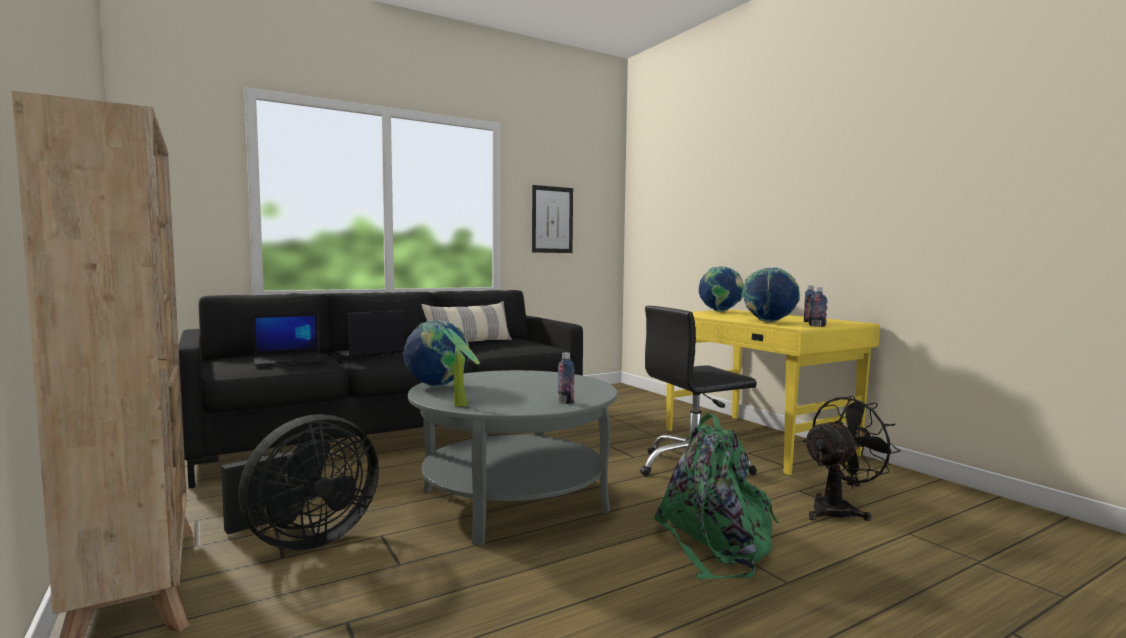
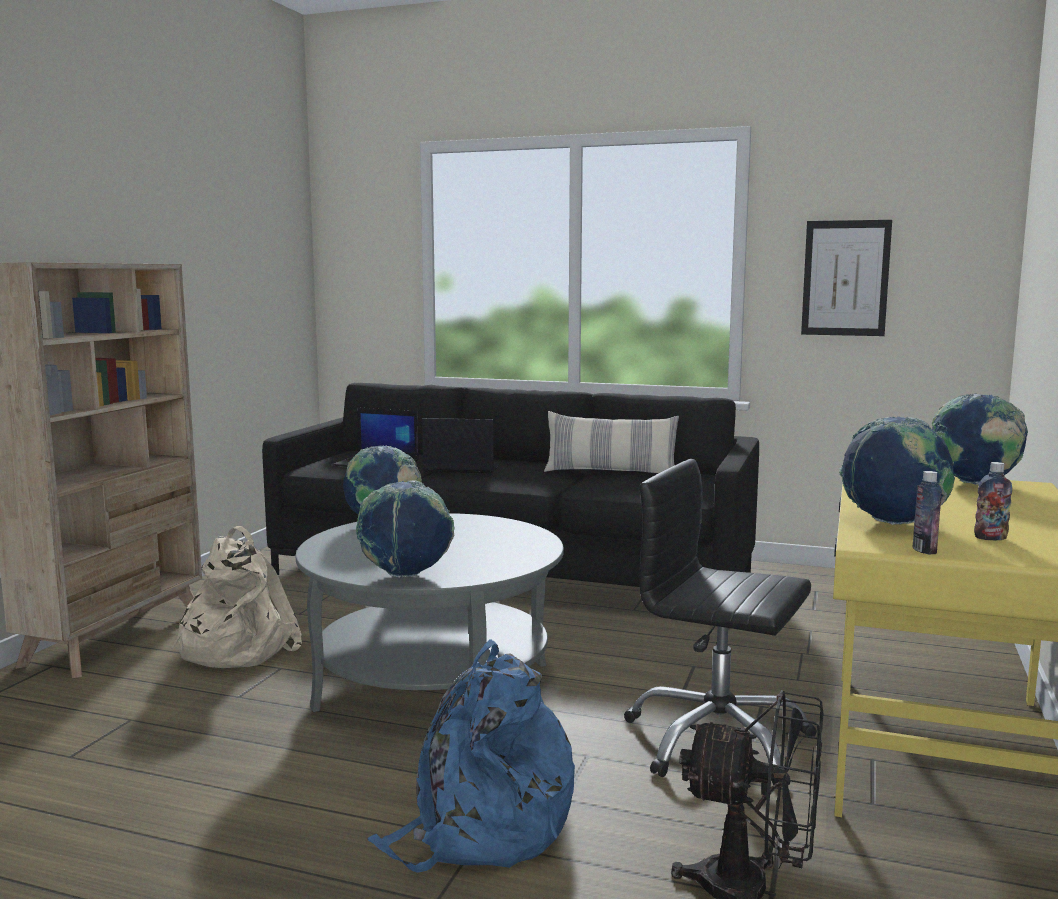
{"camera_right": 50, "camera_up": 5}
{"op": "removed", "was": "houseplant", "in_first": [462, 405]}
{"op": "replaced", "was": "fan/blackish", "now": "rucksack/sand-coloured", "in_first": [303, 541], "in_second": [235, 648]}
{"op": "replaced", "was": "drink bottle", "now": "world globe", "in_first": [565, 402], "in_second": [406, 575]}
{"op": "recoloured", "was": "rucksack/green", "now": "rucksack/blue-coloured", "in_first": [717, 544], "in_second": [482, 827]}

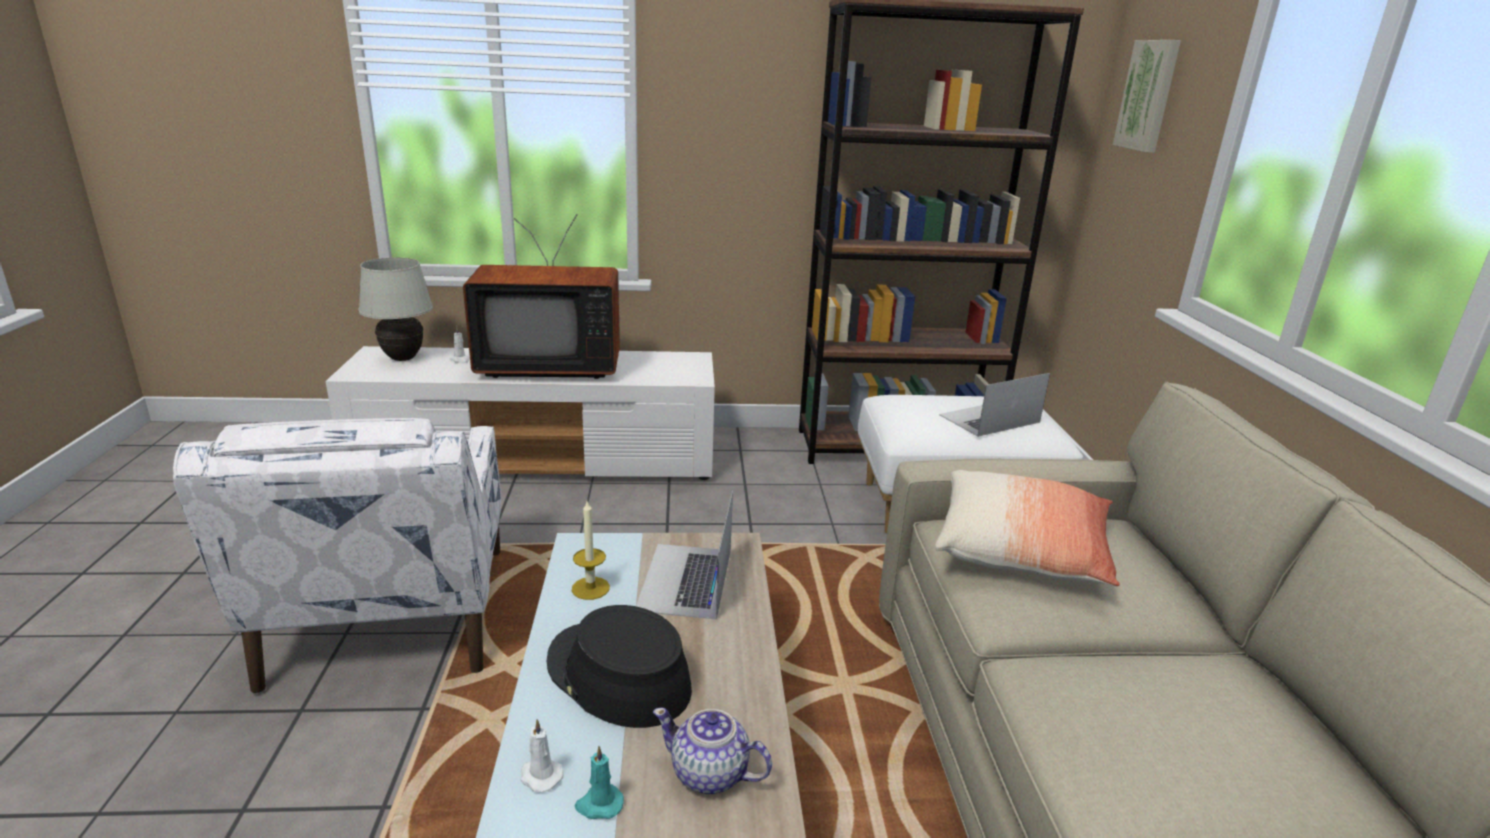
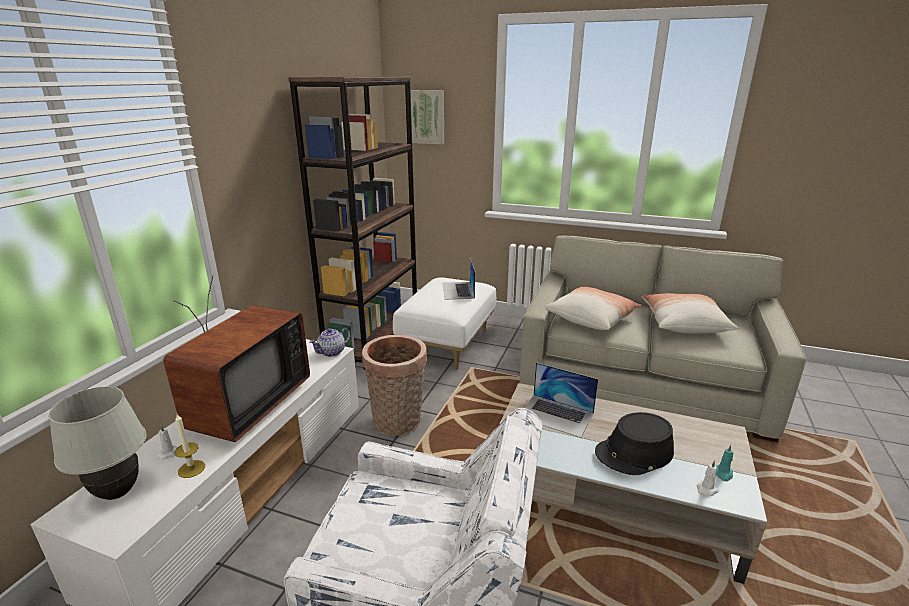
{"camera_right": -65, "camera_up": 0}
{"op": "added", "now": "basket", "in_second": [398, 423]}
{"op": "added", "now": "pillow", "in_second": [683, 324]}
{"op": "moved", "was": "wax light", "in_first": [590, 588], "in_second": [191, 469]}
{"op": "moved", "was": "pot for tea", "in_first": [710, 774], "in_second": [332, 352]}

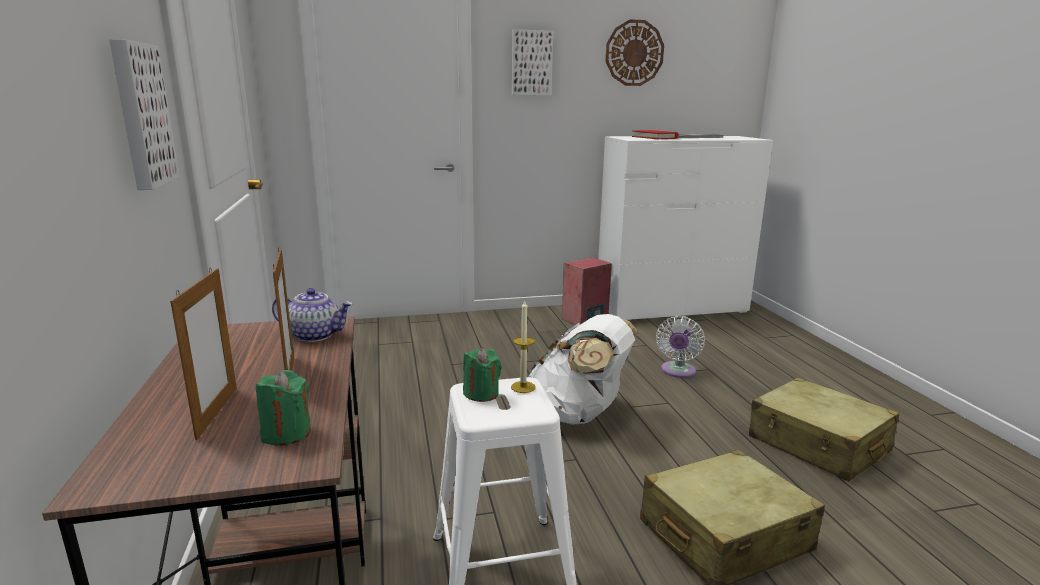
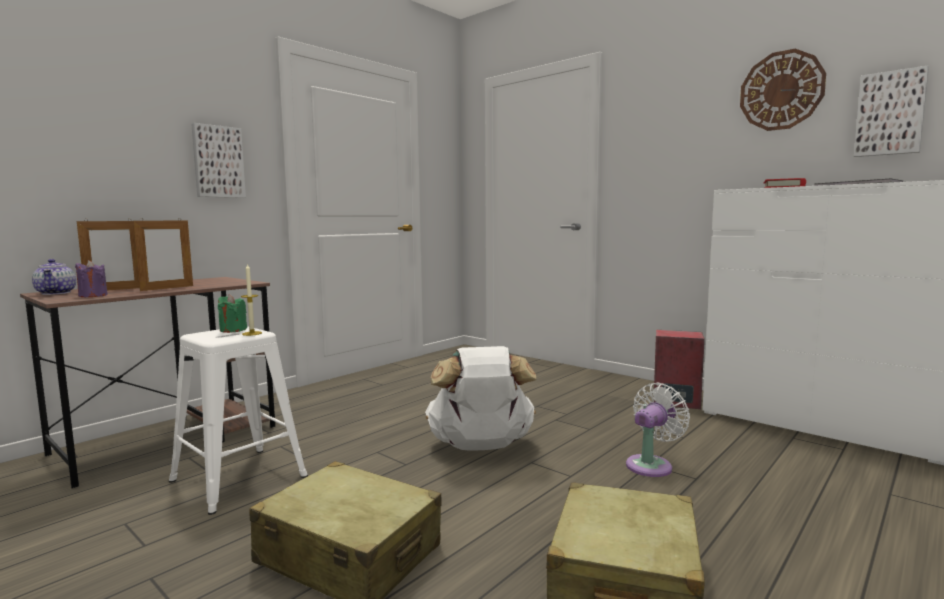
{"camera_right": 55, "camera_up": -10}
{"op": "moved", "was": "pot for tea", "in_first": [316, 335], "in_second": [56, 293]}
{"op": "moved", "was": "wall picture", "in_first": [531, 63], "in_second": [890, 113]}
{"op": "recoloured", "was": "wax light/green", "now": "wax light/purple-coloured", "in_first": [286, 433], "in_second": [93, 295]}
{"op": "turned", "was": "fan/white", "in_first": [677, 372], "in_second": [651, 465], "clockwise": 150}

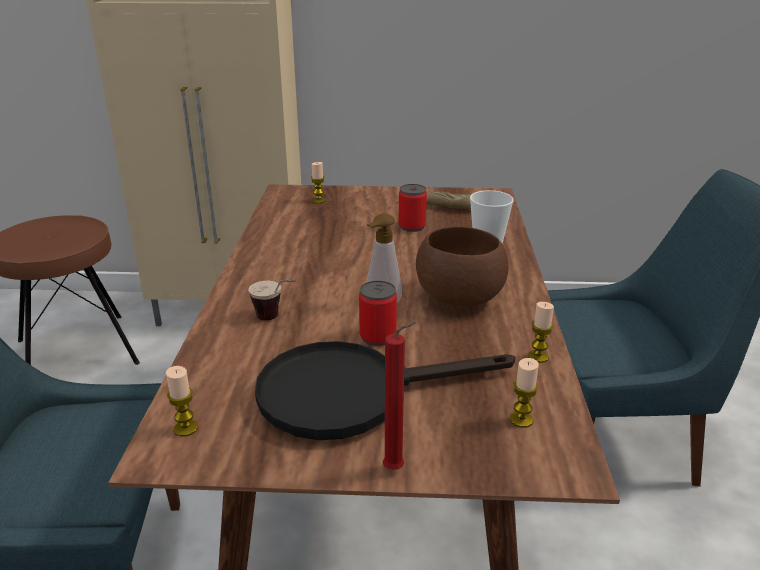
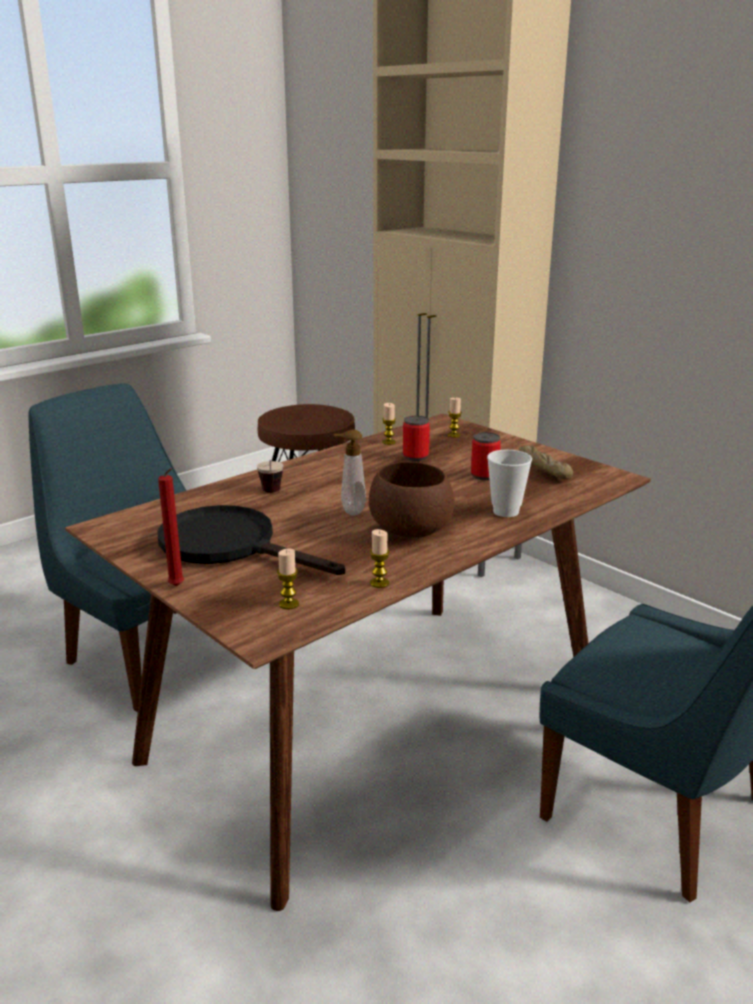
{"camera_right": 45, "camera_up": -5}
{"op": "moved", "was": "wax light", "in_first": [186, 428], "in_second": [388, 442]}
{"op": "moved", "was": "can", "in_first": [377, 337], "in_second": [415, 456]}

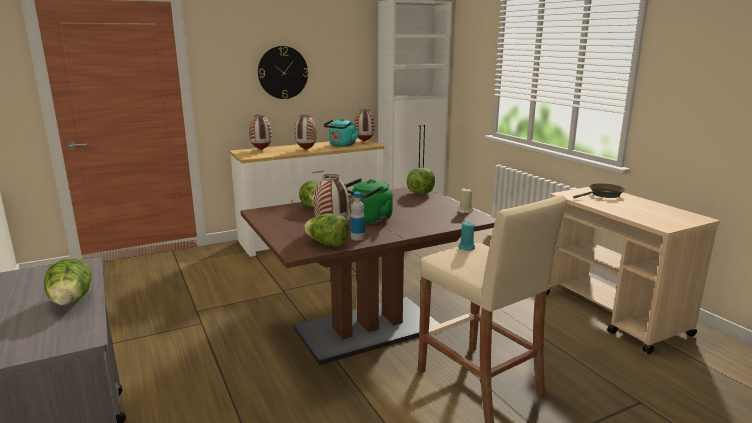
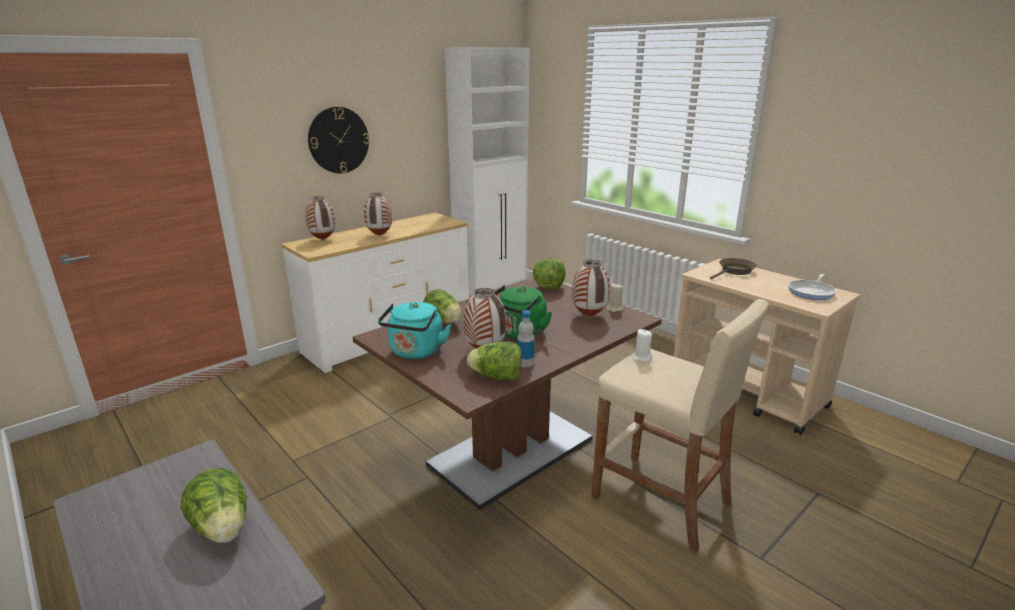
{"camera_right": -15, "camera_up": 5}
{"op": "added", "now": "frying pan", "in_second": [812, 292]}
{"op": "moved", "was": "water kettle/turquoise", "in_first": [341, 145], "in_second": [415, 352]}
{"op": "moved", "was": "flower vase", "in_first": [364, 141], "in_second": [588, 316]}
{"op": "recoloured", "was": "wax light/turquoise", "now": "wax light/white", "in_first": [466, 247], "in_second": [641, 358]}

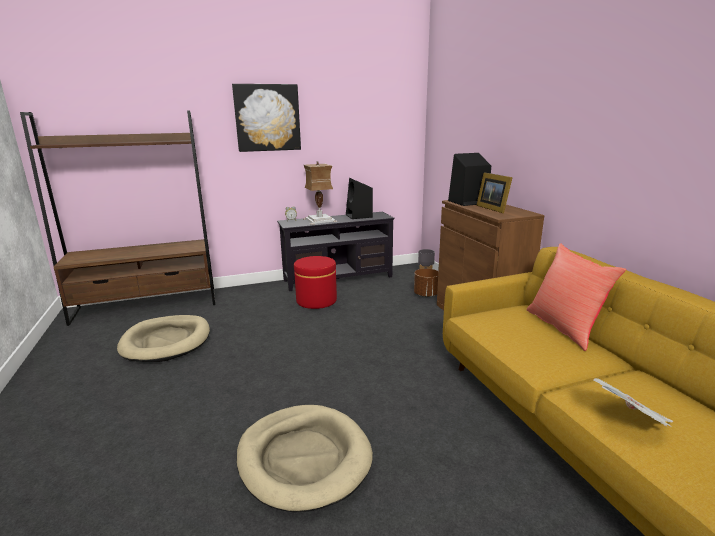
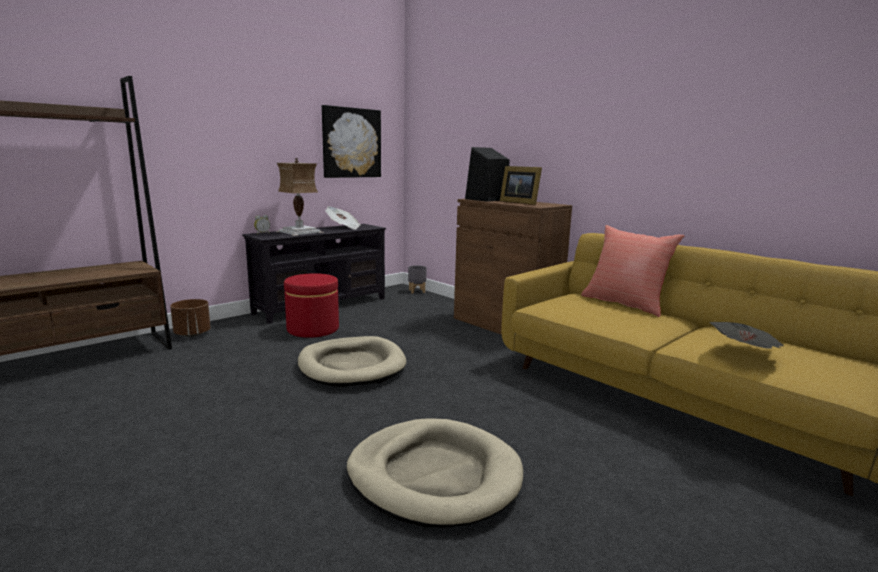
{"camera_right": -25, "camera_up": -5}
{"op": "moved", "was": "dog cushion/sand-coloured", "in_first": [167, 341], "in_second": [352, 366]}
{"op": "moved", "was": "wall picture", "in_first": [267, 118], "in_second": [351, 143]}
{"op": "moved", "was": "planter/brown-coloured", "in_first": [426, 295], "in_second": [192, 334]}
{"op": "replaced", "was": "loudspeaker/blackish", "now": "newspaper", "in_first": [359, 216], "in_second": [343, 227]}

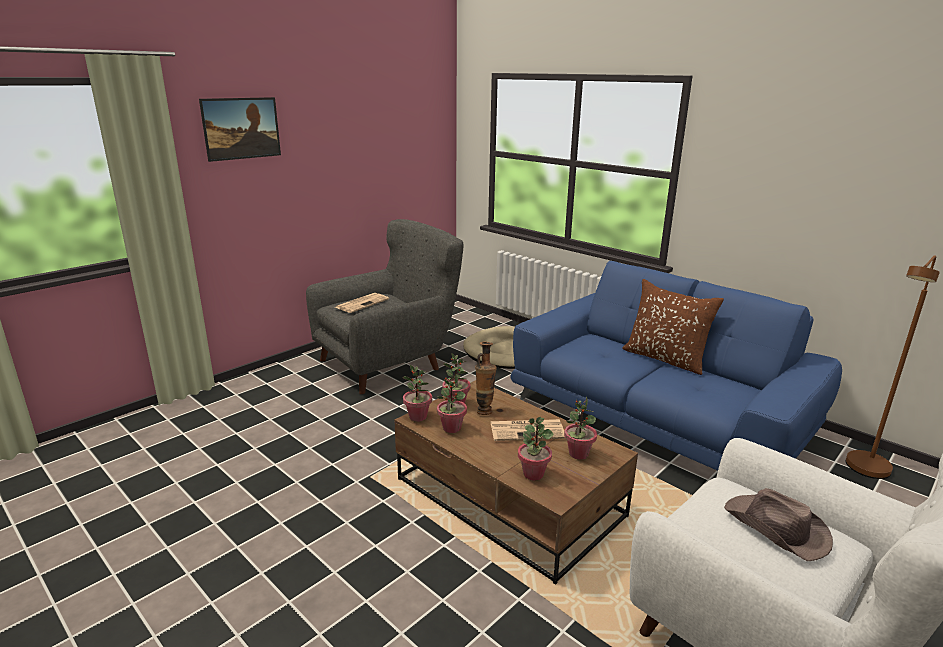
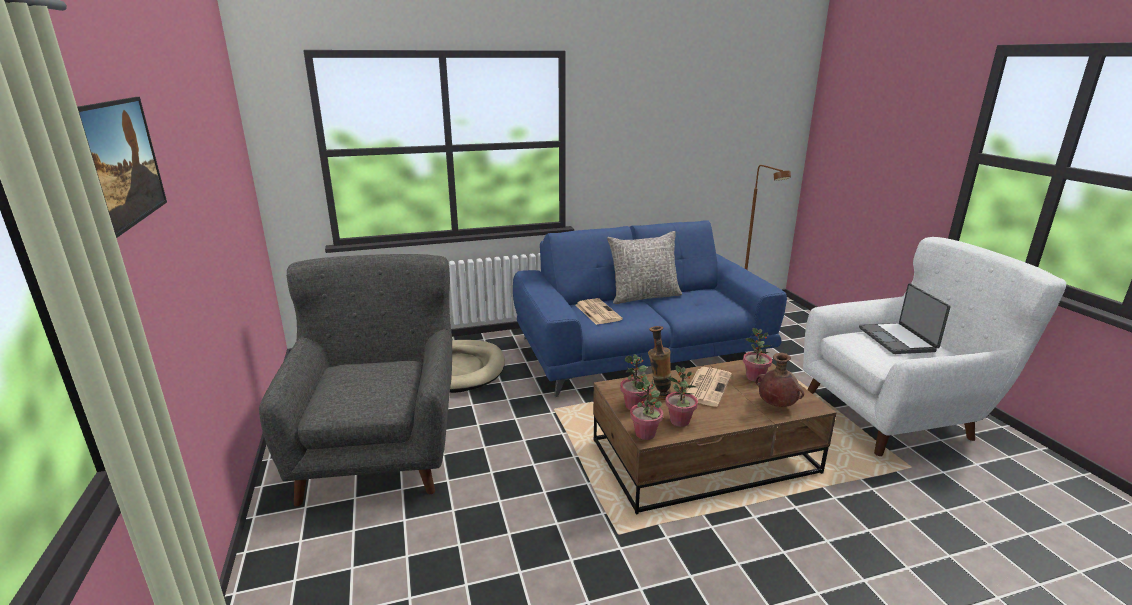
{"camera_right": -60, "camera_up": 0}
{"op": "moved", "was": "newspaper", "in_first": [362, 303], "in_second": [597, 312]}
{"op": "replaced", "was": "houseplant", "now": "flower vase/brown-coloured", "in_first": [533, 474], "in_second": [776, 405]}
{"op": "replaced", "was": "wearable hat/brown-coloured", "now": "laptop", "in_first": [776, 528], "in_second": [898, 339]}
{"op": "recoloured", "was": "pillow/brown-coloured", "now": "pillow/greyish", "in_first": [665, 358], "in_second": [643, 296]}

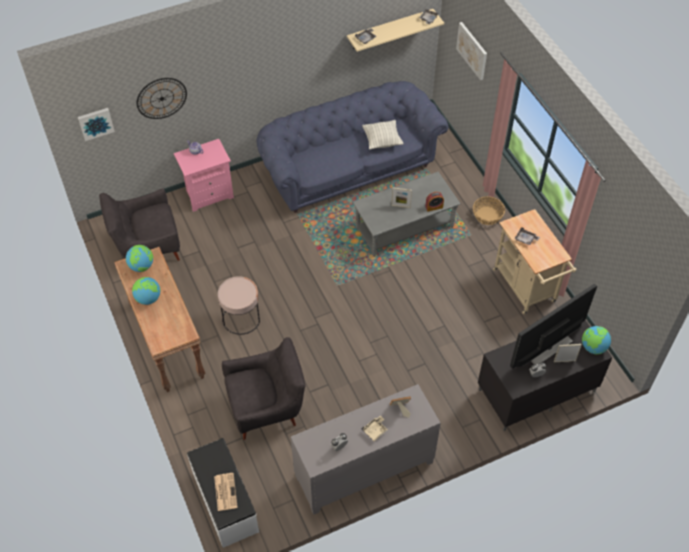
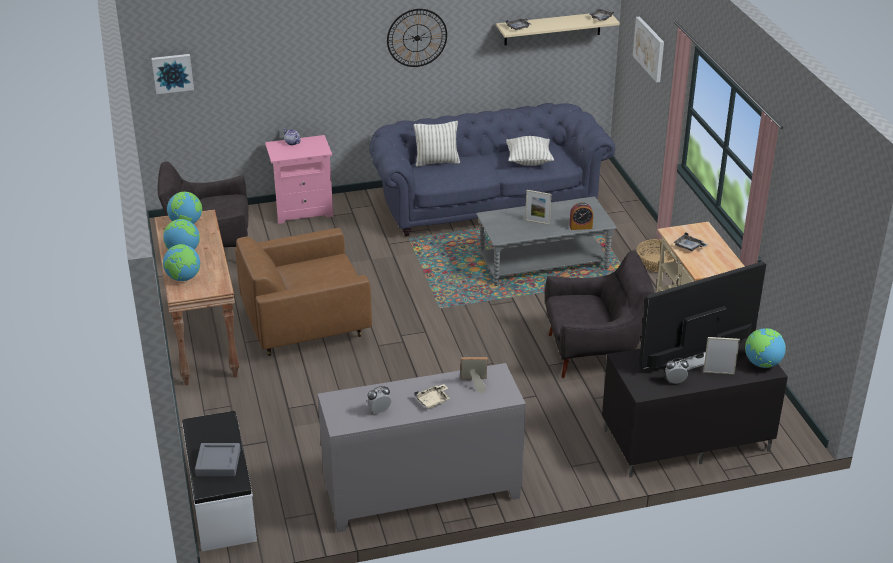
{"camera_right": 10, "camera_up": -20}
{"op": "added", "now": "world globe", "in_second": [183, 278]}
{"op": "added", "now": "pillow", "in_second": [437, 162]}
{"op": "moved", "was": "hanging clock", "in_first": [161, 98], "in_second": [417, 38]}
{"op": "moved", "was": "easy chair/greyish", "in_first": [267, 407], "in_second": [594, 353]}
{"op": "replaced", "was": "newspaper", "now": "serving tray/greyish", "in_first": [225, 491], "in_second": [218, 463]}
{"op": "replaced", "was": "accent table/pink-coloured", "now": "easy chair/brown-coloured", "in_first": [241, 318], "in_second": [305, 326]}

